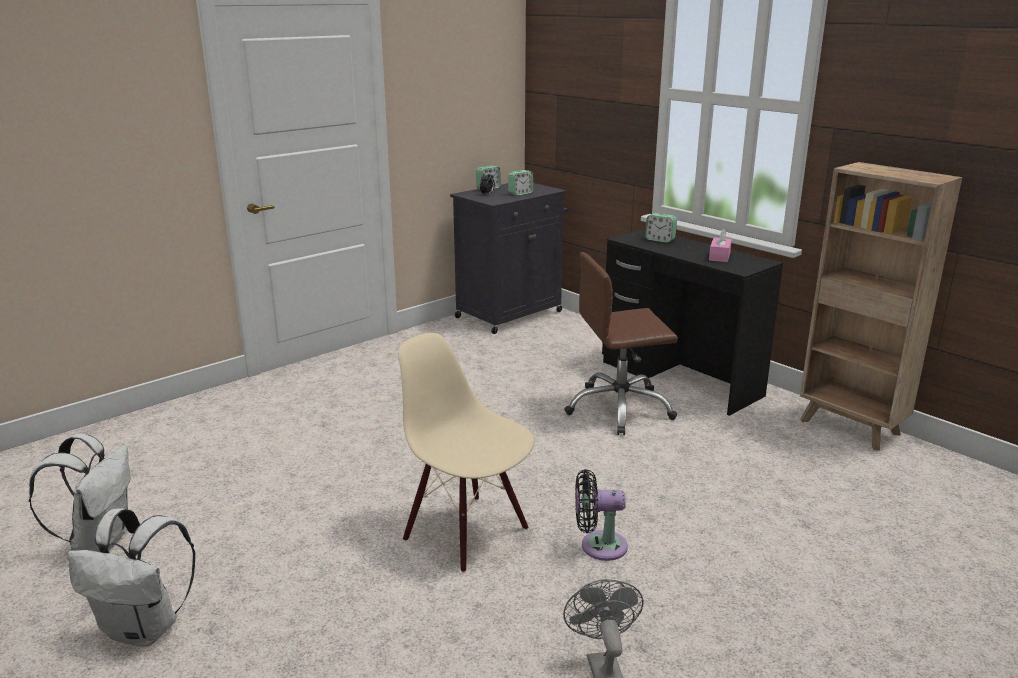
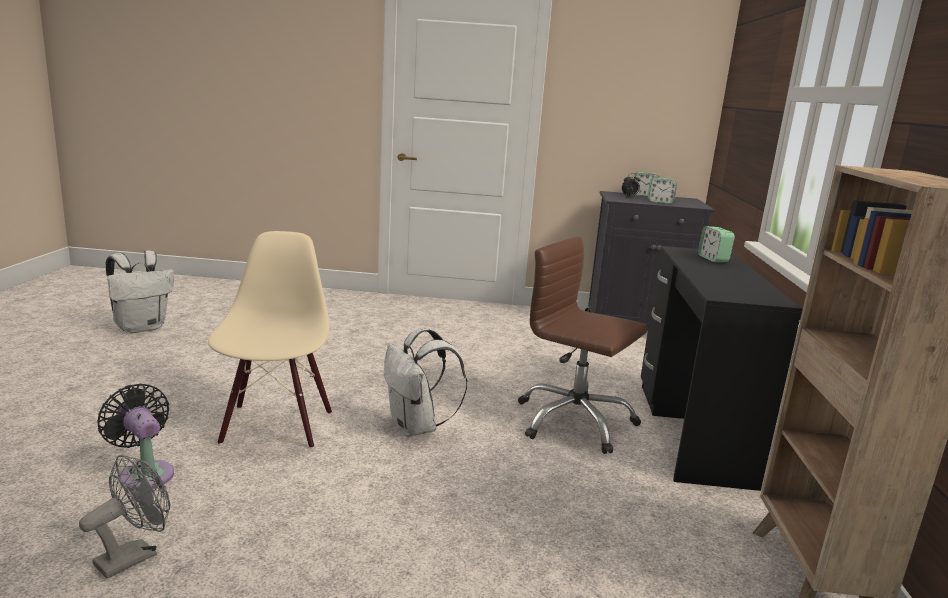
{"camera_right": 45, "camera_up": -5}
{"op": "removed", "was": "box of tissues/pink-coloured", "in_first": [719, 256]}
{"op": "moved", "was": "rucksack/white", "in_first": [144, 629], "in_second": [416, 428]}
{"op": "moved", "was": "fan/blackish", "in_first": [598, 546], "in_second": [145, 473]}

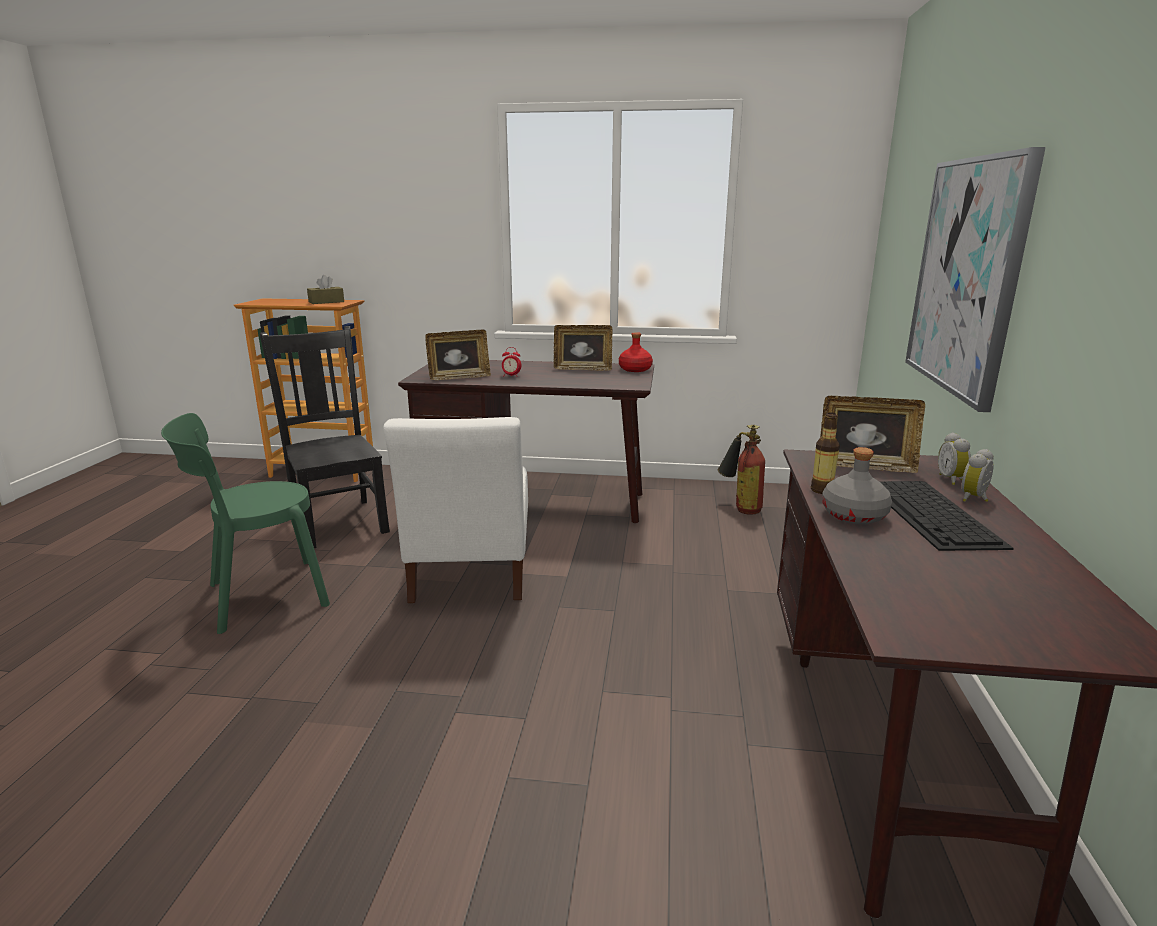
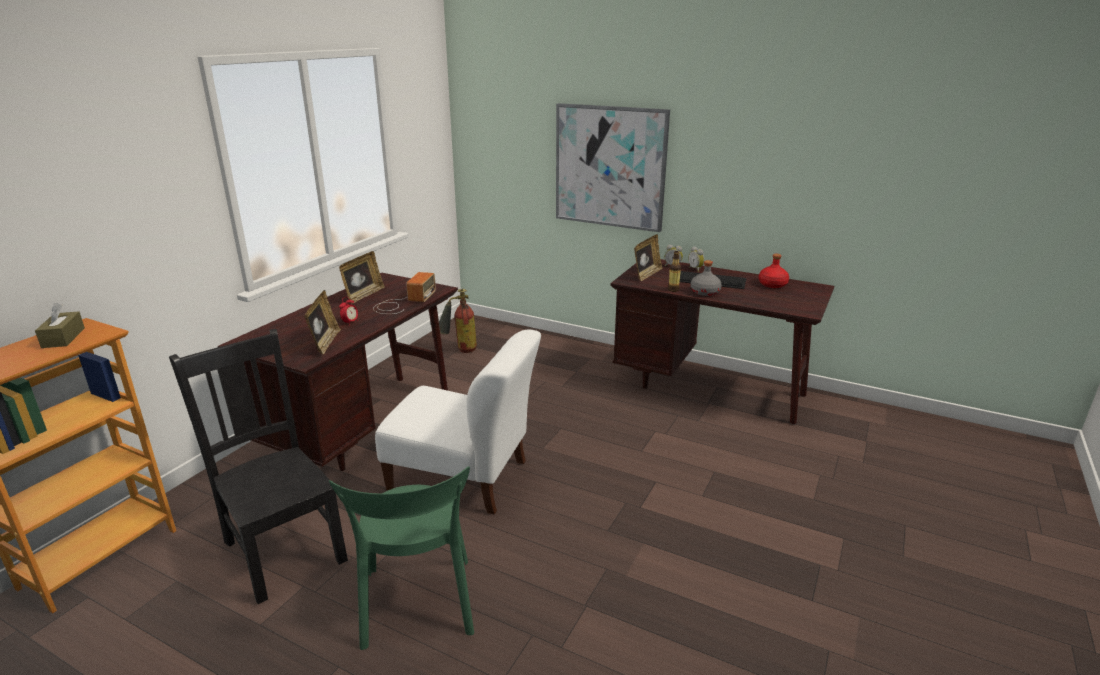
{"camera_right": -70, "camera_up": 5}
{"op": "added", "now": "radio set", "in_second": [403, 302]}
{"op": "moved", "was": "drink bottle/reddish", "in_first": [634, 369], "in_second": [772, 285]}
{"op": "turned", "was": "upright chair/blackish", "in_first": [339, 521], "in_second": [283, 548], "clockwise": 60}

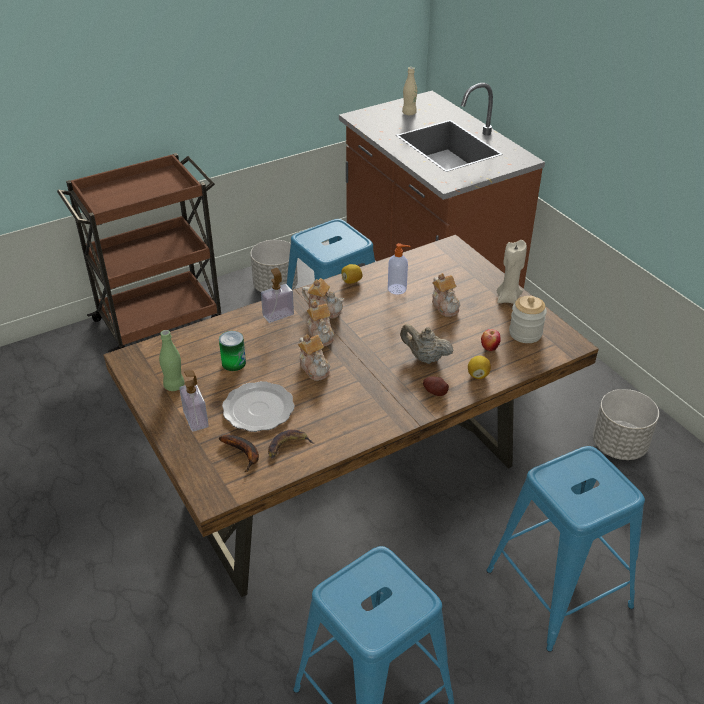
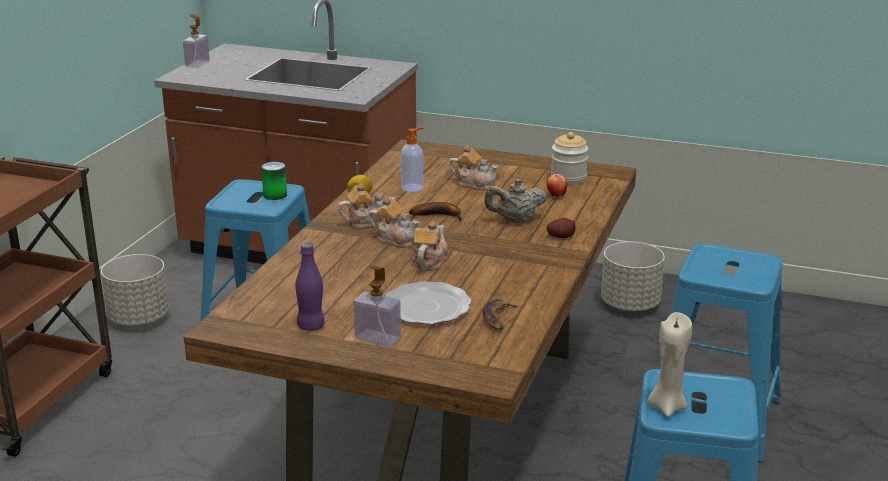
{"camera_right": -40, "camera_up": -15}
{"op": "removed", "was": "drink bottle/sand-coloured", "in_first": [409, 113]}
{"op": "removed", "was": "lemon", "in_first": [478, 375]}
{"op": "moved", "was": "can", "in_first": [233, 363], "in_second": [275, 195]}
{"op": "moved", "was": "banana fruit", "in_first": [244, 453], "in_second": [439, 215]}
{"op": "moved", "was": "soap bottle", "in_first": [278, 315], "in_second": [197, 64]}
{"op": "moved", "was": "wax light/sand-coloured", "in_first": [508, 298], "in_second": [666, 406]}
{"op": "recoloured", "was": "drink bottle/green", "now": "drink bottle/purple-coloured", "in_first": [174, 386], "in_second": [311, 326]}
{"op": "turned", "was": "pot for tea", "in_first": [314, 368], "in_second": [429, 261], "clockwise": -90}

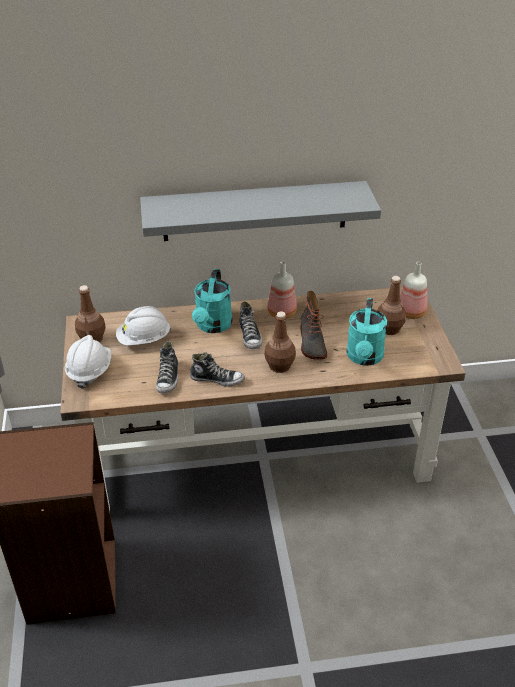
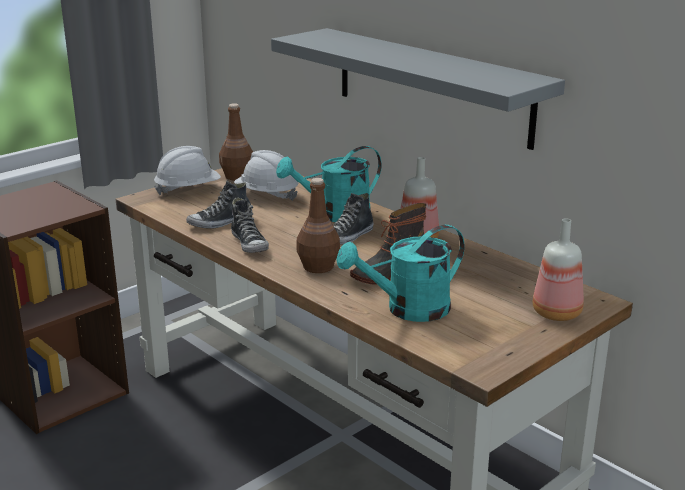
{"camera_right": 55, "camera_up": -15}
{"op": "removed", "was": "drink bottle/brown-coloured", "in_first": [389, 328]}

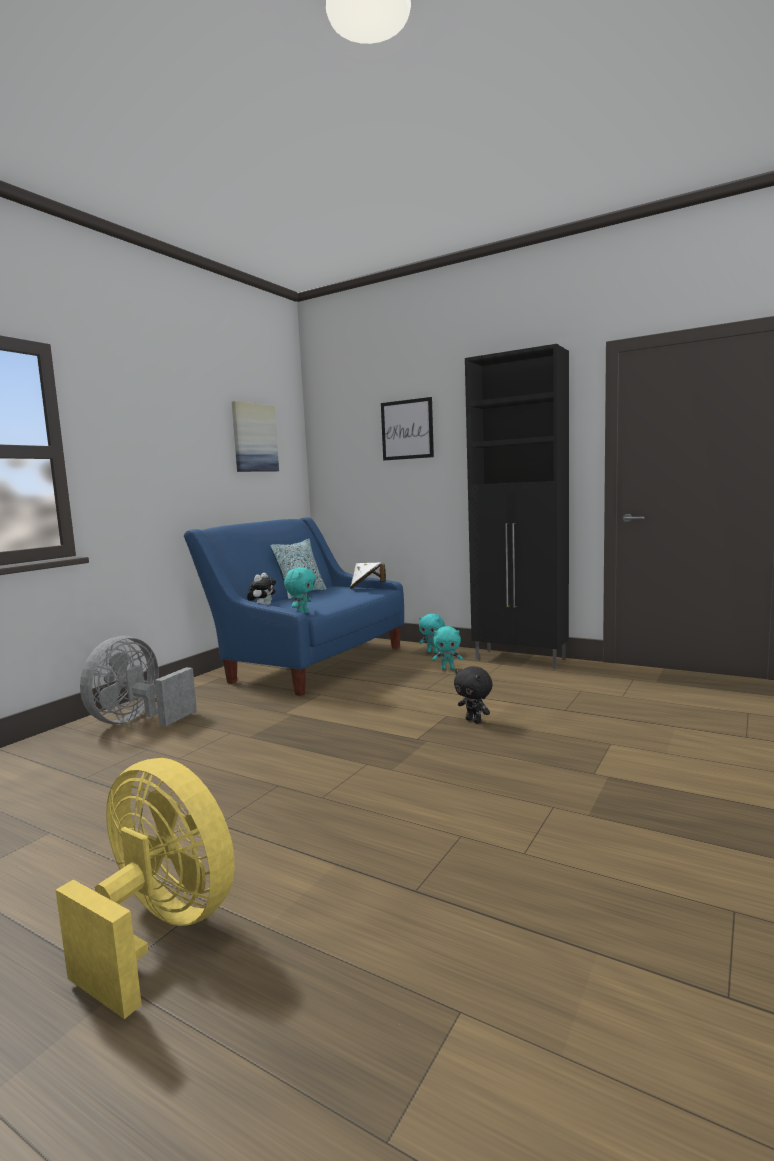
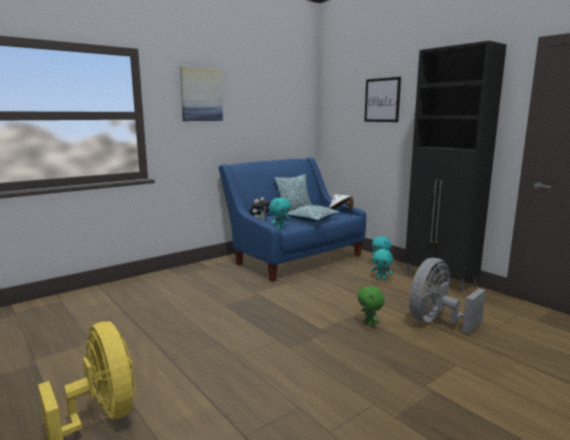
{"camera_right": 20, "camera_up": 5}
{"op": "added", "now": "pillow", "in_second": [311, 219]}
{"op": "moved", "was": "fan/greyish", "in_first": [137, 721], "in_second": [436, 322]}
{"op": "moved", "was": "wall picture", "in_first": [254, 438], "in_second": [201, 94]}
{"op": "recoloured", "was": "soft toy/blackish", "now": "soft toy/green", "in_first": [474, 721], "in_second": [369, 324]}

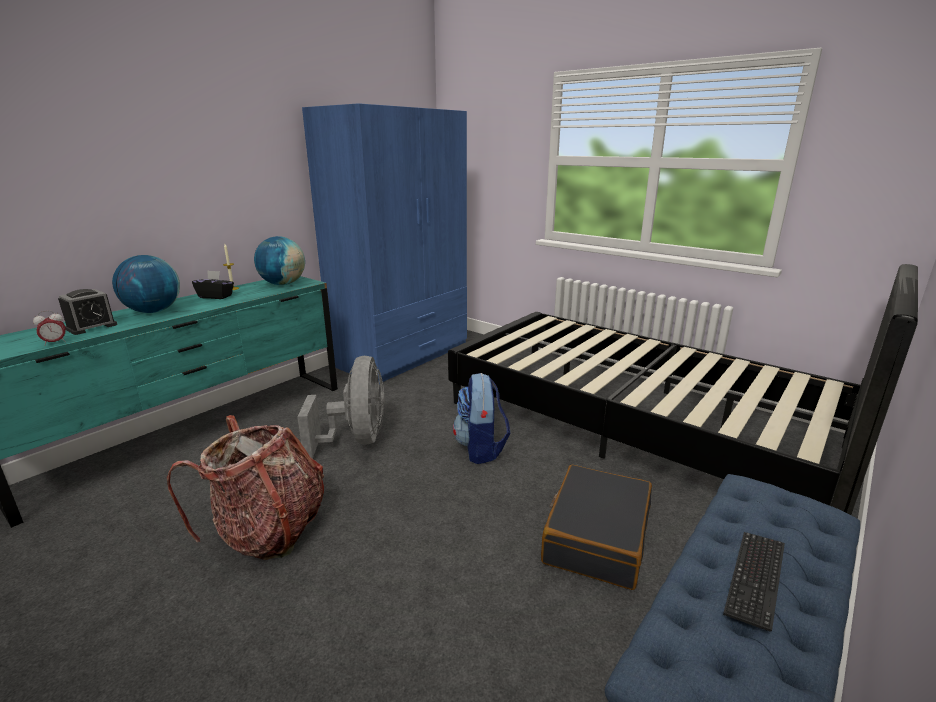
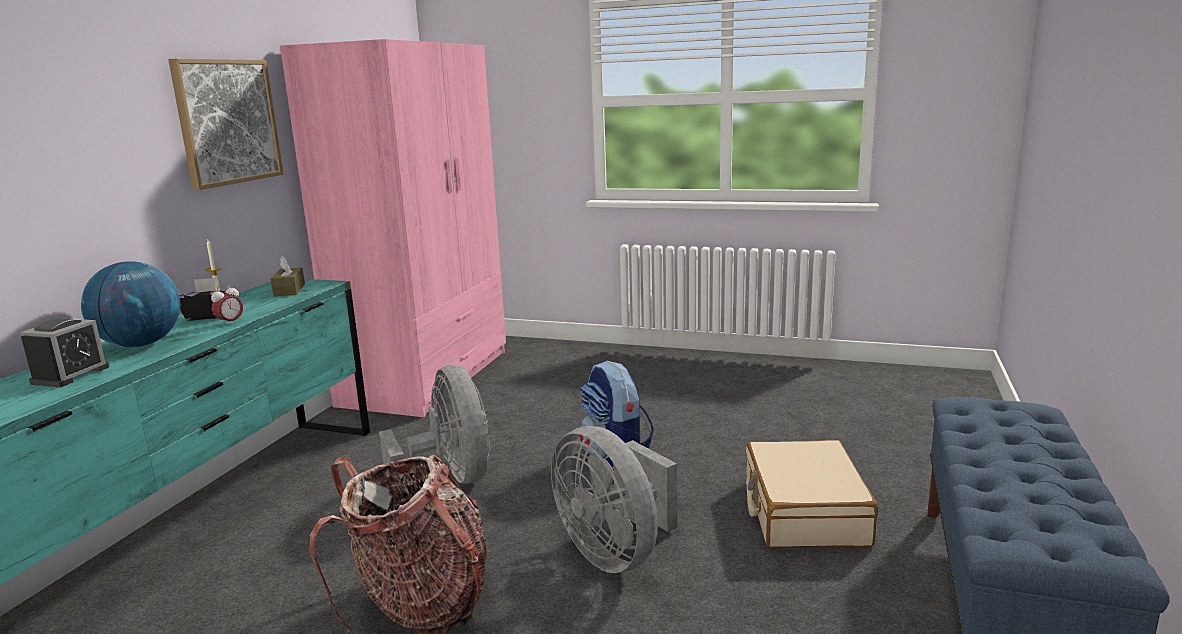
{"camera_right": -20, "camera_up": -5}
{"op": "removed", "was": "bed/blackish", "in_first": [637, 424]}
{"op": "removed", "was": "computer keyboard", "in_first": [755, 579]}
{"op": "added", "now": "wall picture", "in_second": [227, 122]}
{"op": "added", "now": "fan/greyish", "in_second": [615, 552]}
{"op": "moved", "was": "bedside clock", "in_first": [55, 343], "in_second": [230, 323]}
{"op": "replaced", "was": "world globe", "now": "box of tissues/brown-coloured", "in_first": [283, 284], "in_second": [289, 290]}
{"op": "recoloured", "was": "armoire/blue-coloured", "now": "armoire/pink-coloured", "in_first": [402, 355], "in_second": [428, 377]}
{"op": "recoloured", "was": "suitcase/blackish", "now": "suitcase/sand-coloured", "in_first": [596, 537], "in_second": [804, 512]}

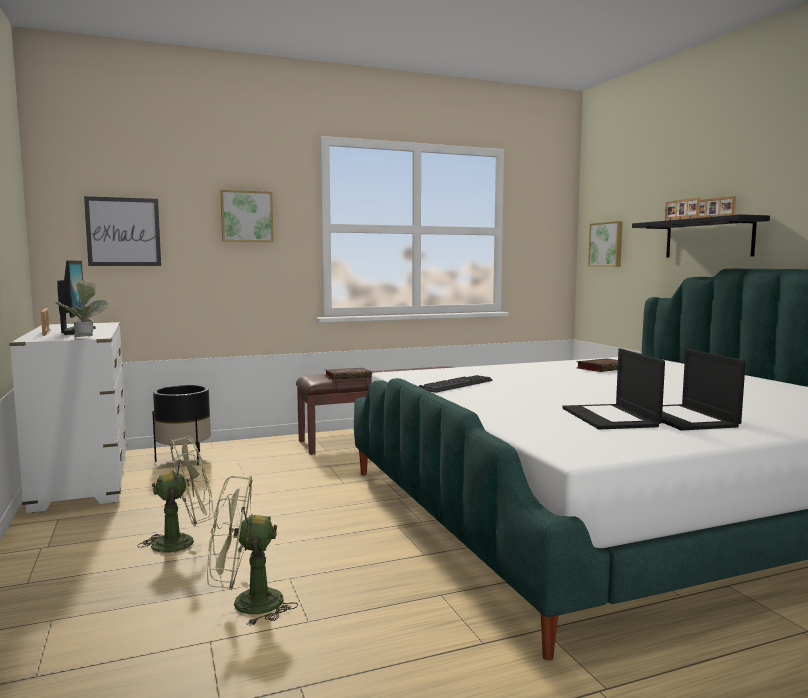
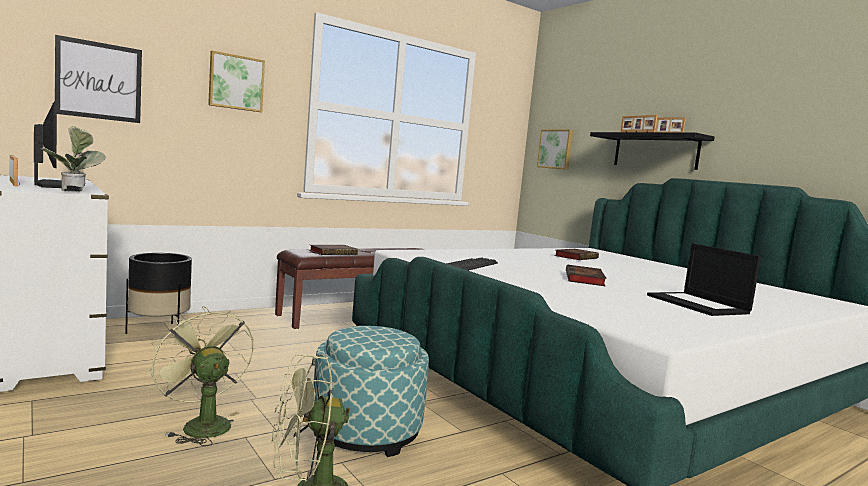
{"camera_right": -15, "camera_up": 0}
{"op": "removed", "was": "laptop", "in_first": [611, 417]}
{"op": "added", "now": "footrest", "in_second": [366, 431]}
{"op": "added", "now": "volume", "in_second": [585, 279]}
{"op": "turned", "was": "fan/green", "in_first": [183, 542], "in_second": [201, 424], "clockwise": -90}

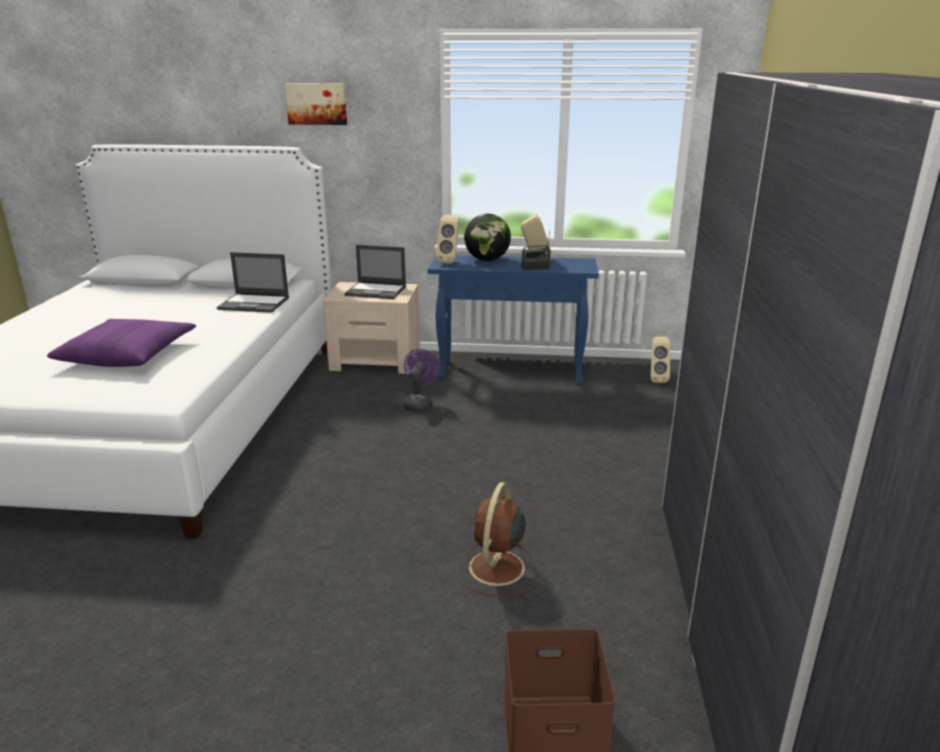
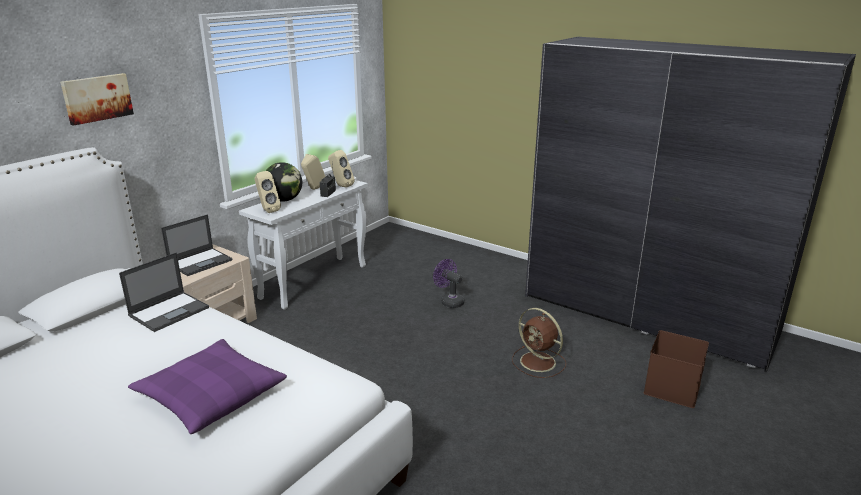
{"camera_right": -60, "camera_up": 0}
{"op": "moved", "was": "fan/purple-coloured", "in_first": [419, 404], "in_second": [449, 301]}
{"op": "moved", "was": "loudspeaker/sand-coloured", "in_first": [656, 379], "in_second": [341, 186]}
{"op": "recoloured", "was": "hall table/blue-coloured", "now": "hall table/white", "in_first": [512, 372], "in_second": [314, 281]}

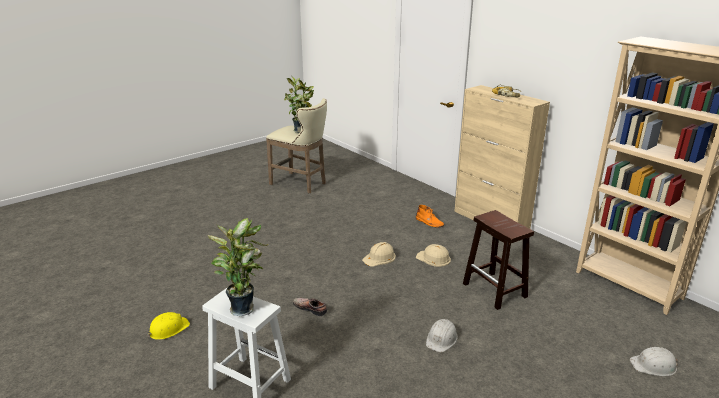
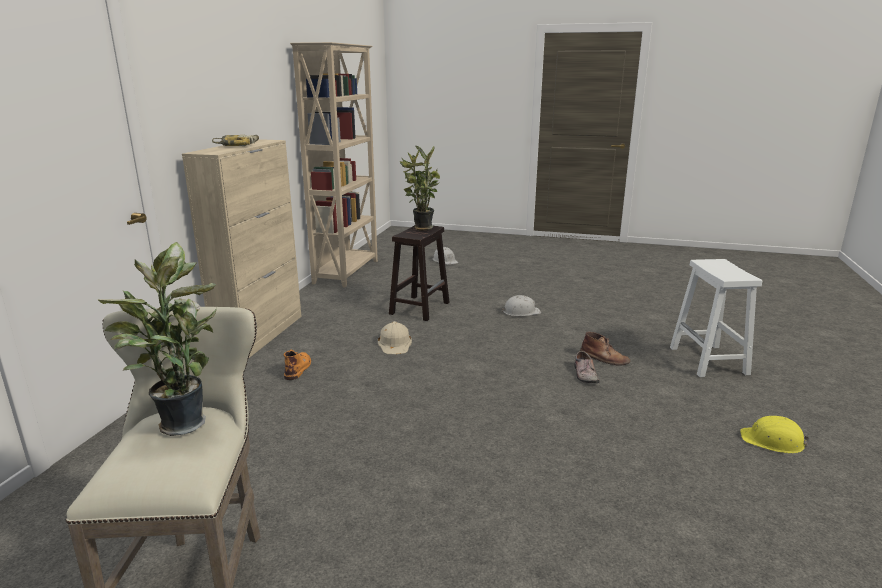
{"camera_right": -125, "camera_up": -5}
{"op": "removed", "was": "hard hat/sand-coloured", "in_first": [379, 258]}
{"op": "added", "now": "high-top boot/brown-coloured", "in_second": [604, 358]}
{"op": "moved", "was": "houseplant", "in_first": [243, 307], "in_second": [421, 228]}

